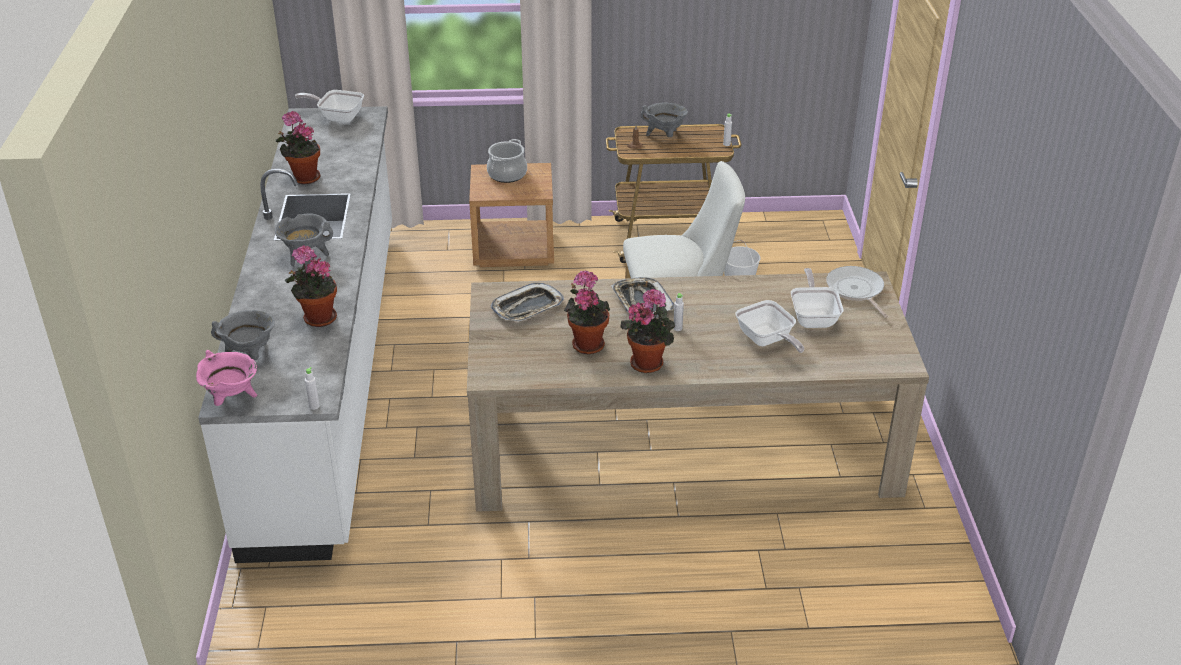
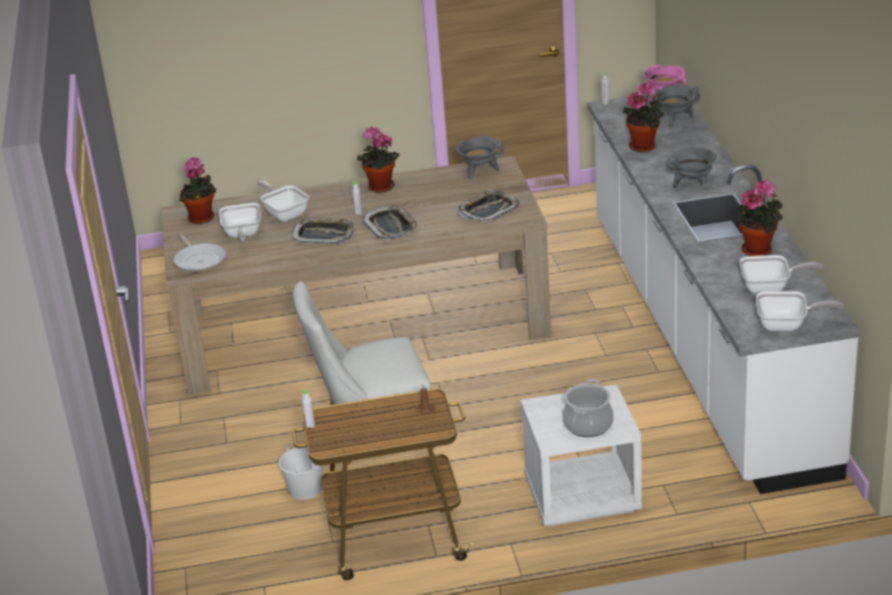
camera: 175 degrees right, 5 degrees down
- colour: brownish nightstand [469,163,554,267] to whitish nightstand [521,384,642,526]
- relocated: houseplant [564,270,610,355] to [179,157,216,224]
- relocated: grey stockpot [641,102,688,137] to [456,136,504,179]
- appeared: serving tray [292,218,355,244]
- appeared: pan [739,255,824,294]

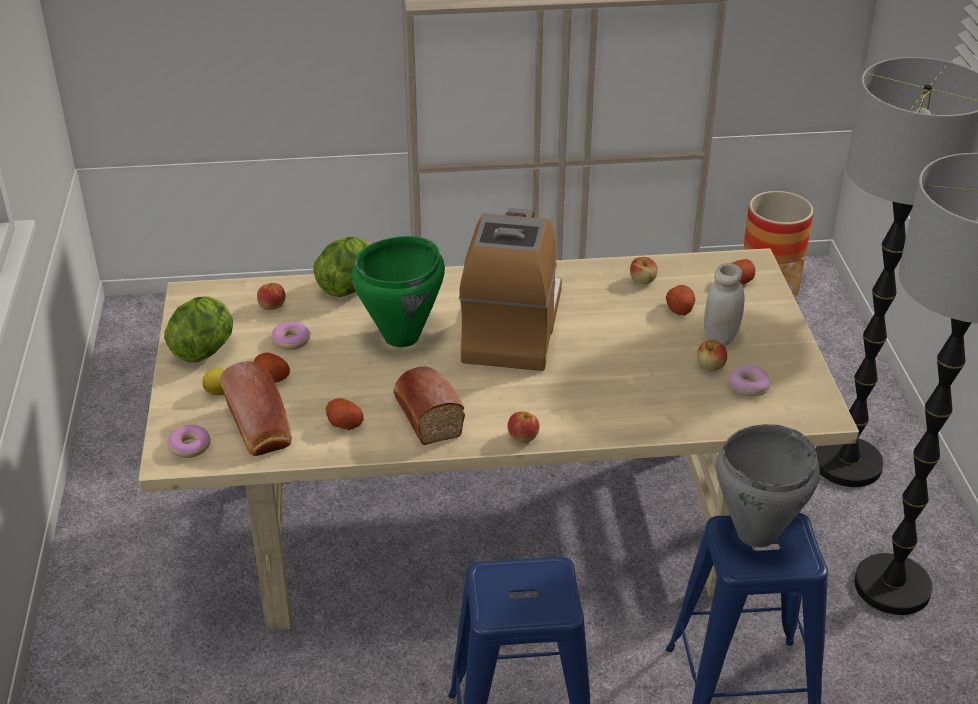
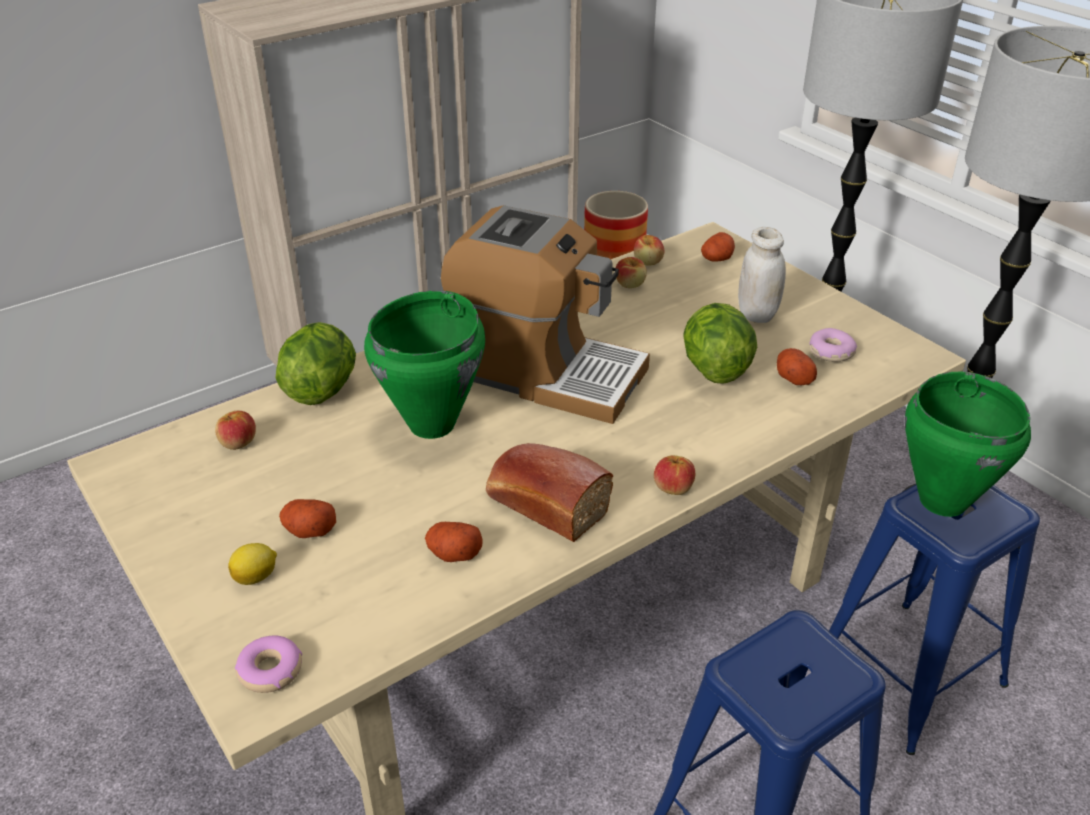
camera: 30 degrees left, 0 degrees up
- relocated: lettuce [164,296,233,362] to [683,303,757,384]
- missing: bakery bread [220,361,292,456]
- missing: doughnut [271,322,310,350]
- spun: coffee brewer [459,208,562,371] = [441,205,650,424] 135 degrees clockwise
- relocated: spud [666,285,695,315] to [777,348,817,386]
- relocated: apple [697,340,727,371] to [634,235,664,266]
- colour: grey stockpot [716,424,820,548] to green-coloured stockpot [905,372,1031,517]

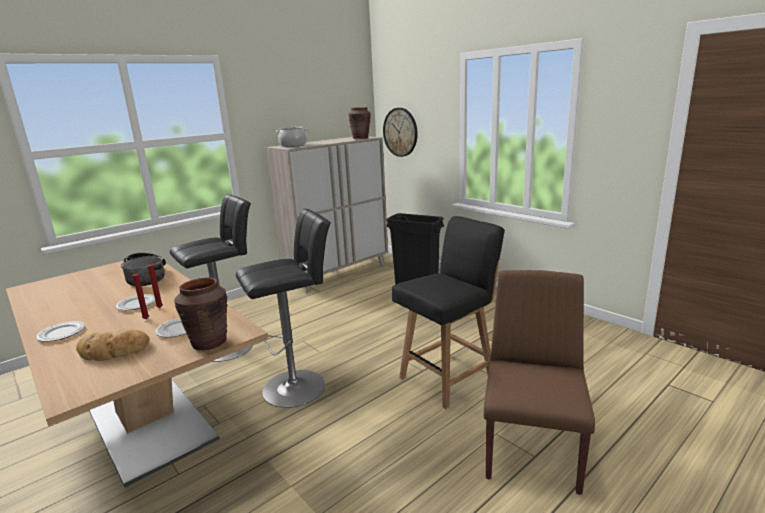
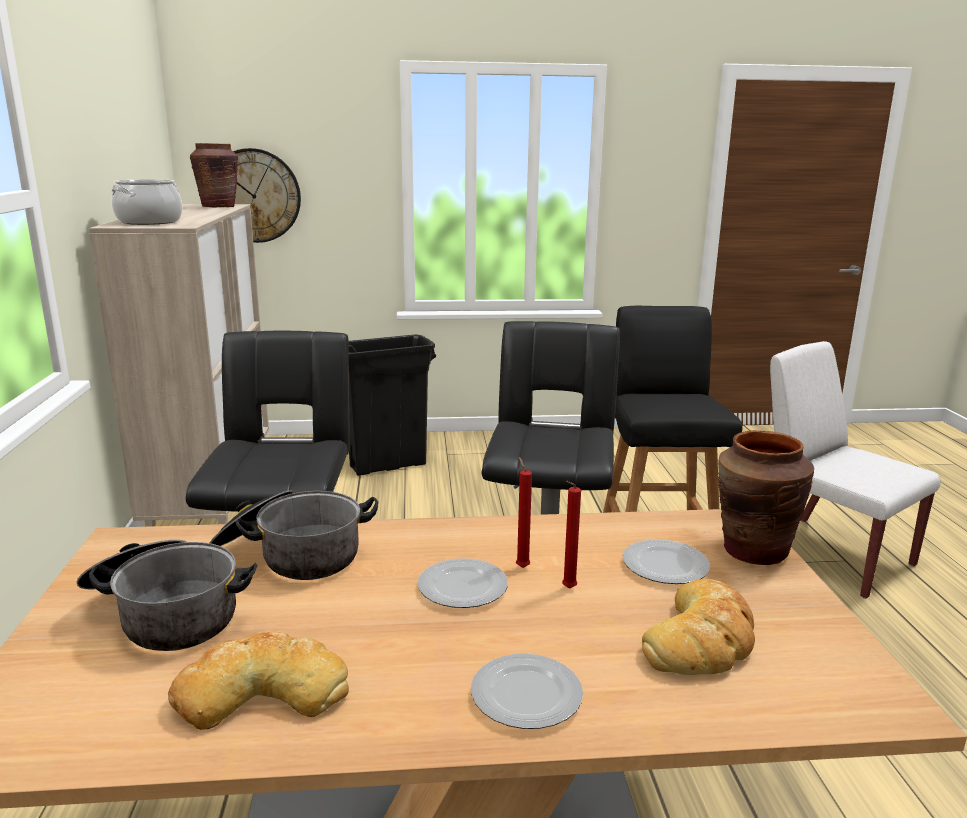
camera: 55 degrees left, 0 degrees up
- colour: brownish plain chair [484,270,595,495] to whitish plain chair [770,341,941,599]
- appeared: stockpot [76,540,258,651]
- appeared: bakery bread [168,632,349,730]

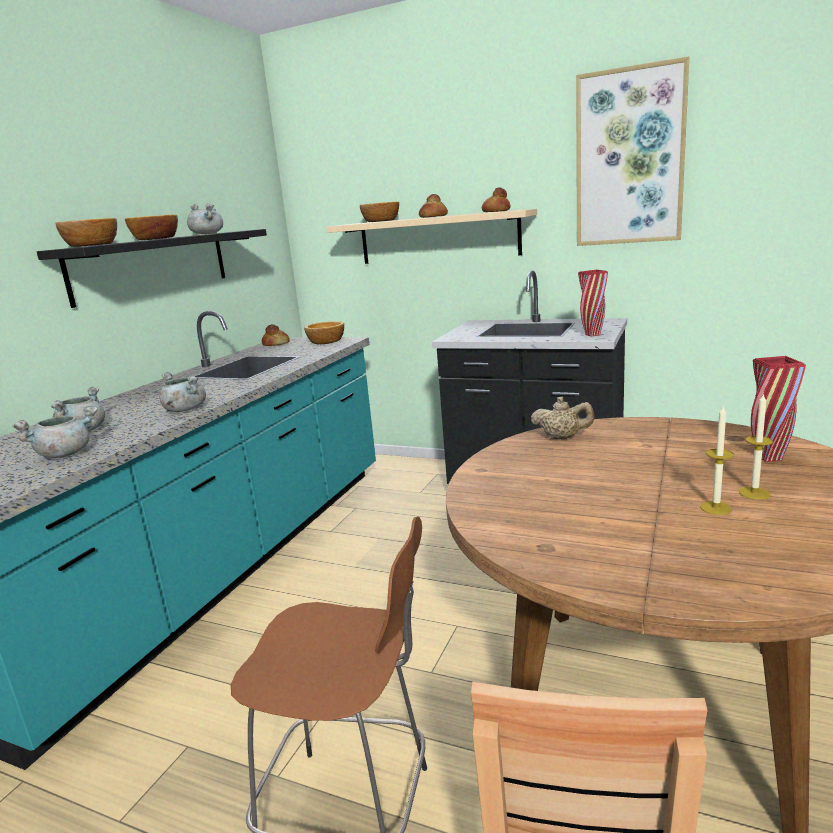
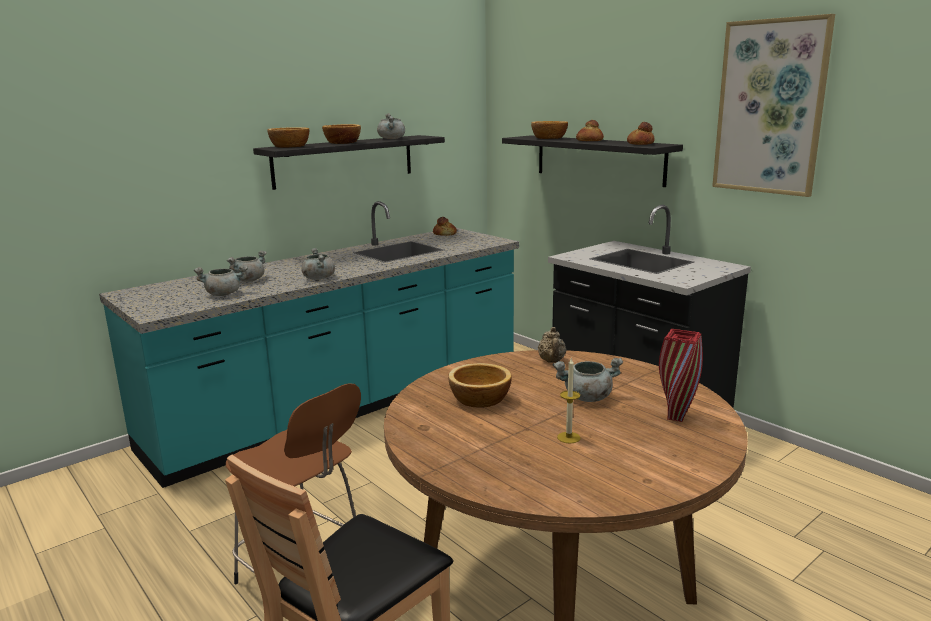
camera: 25 degrees right, 0 degrees up
- relocated: deep dish [304,321,344,344] to [448,363,512,408]
- colour: sand-coloured wall shelf [326,208,537,264] to blackish wall shelf [502,135,683,187]
- spun: sand-coloured tea pot [531,397,594,440] = [538,327,567,363] 45 degrees clockwise
- missing: reddish vase [578,270,608,336]
- missing: wax candle [739,393,773,500]
- appeared: grey stockpot [553,358,623,402]

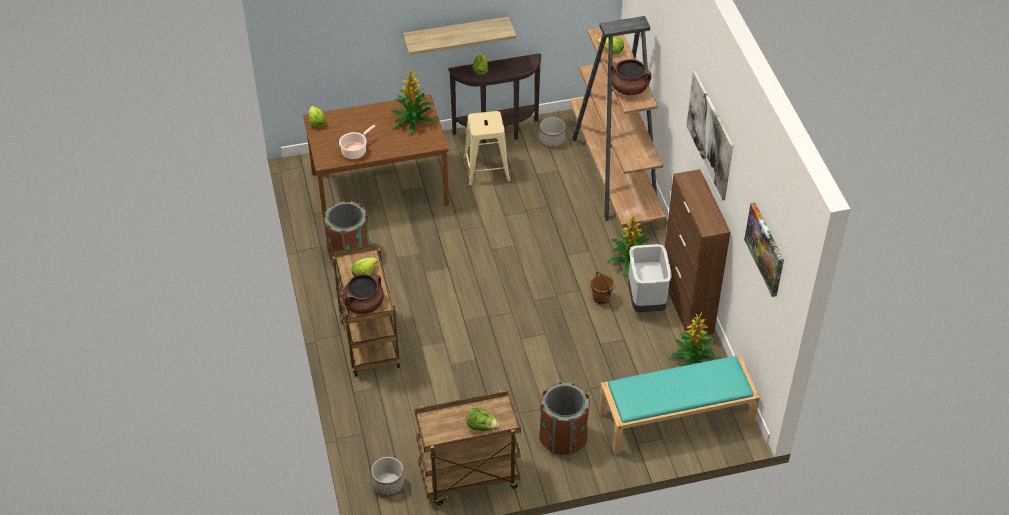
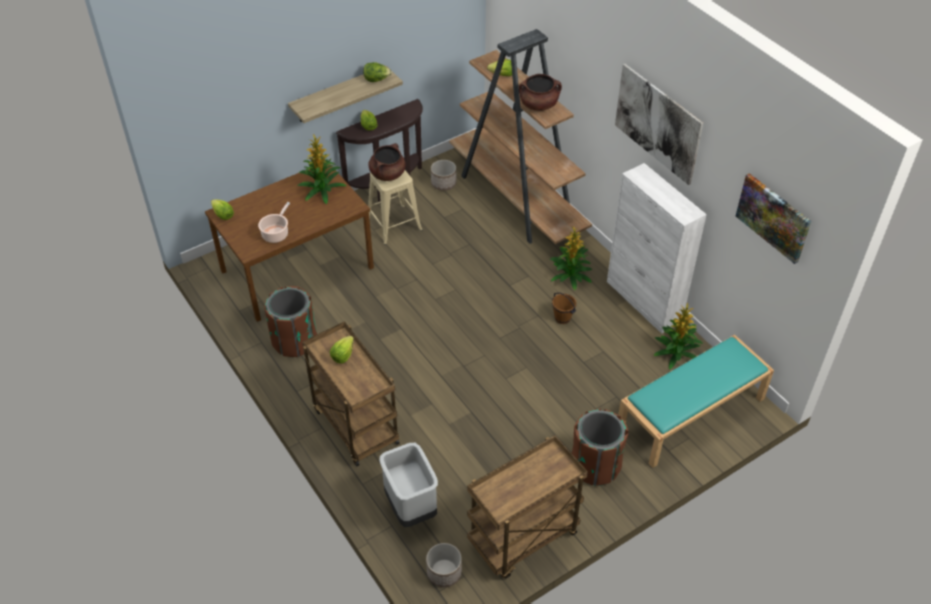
camera: 20 degrees left, 0 degrees up
- relocated: brownish stockpot [342,274,384,314] to [369,143,406,181]
- relocated: lettuce [466,408,499,431] to [363,62,392,82]
- relocated: grey trash can [628,244,672,312] to [380,443,438,527]
- colour: brownish storage cabinet [665,169,731,335] to whitish storage cabinet [607,163,707,334]

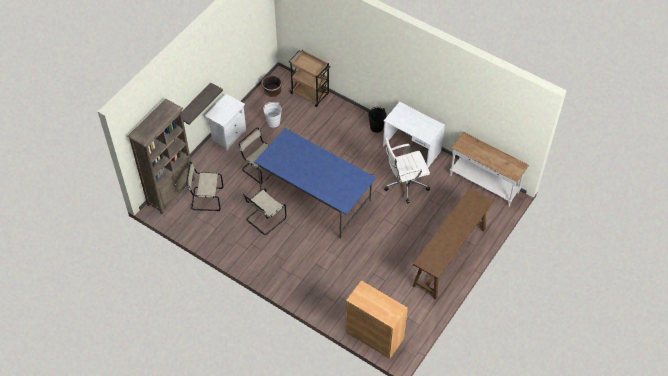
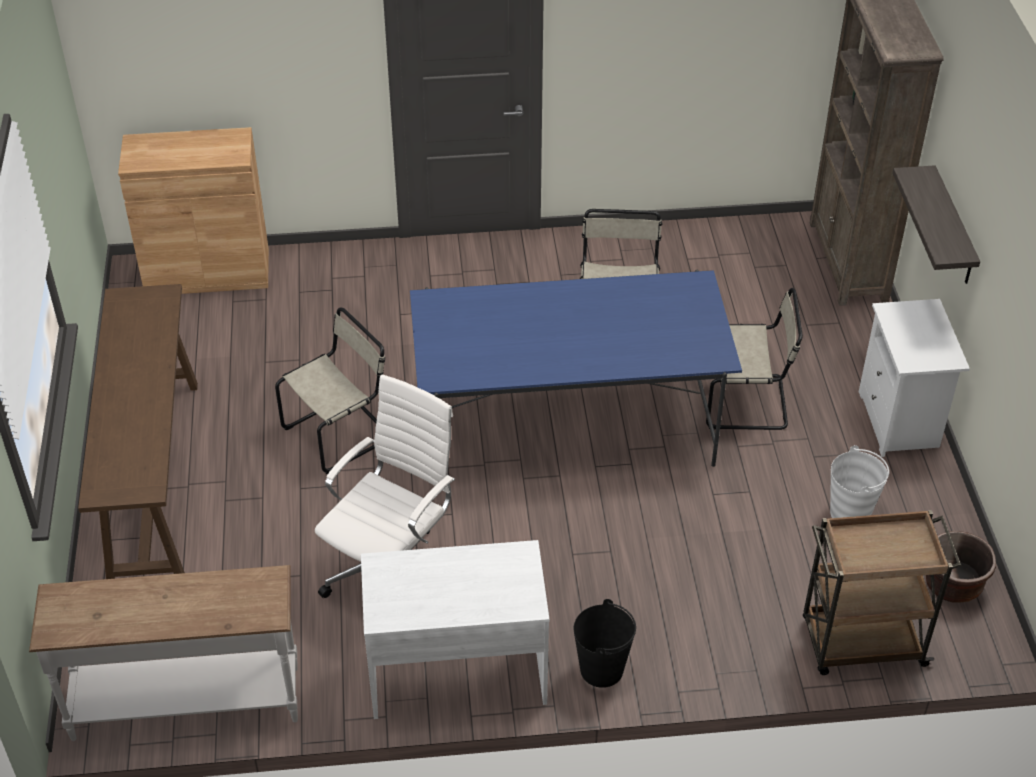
camera: 140 degrees right, 10 degrees down
- relocated: sand-coloured plain chair [186,161,224,211] to [275,307,385,475]

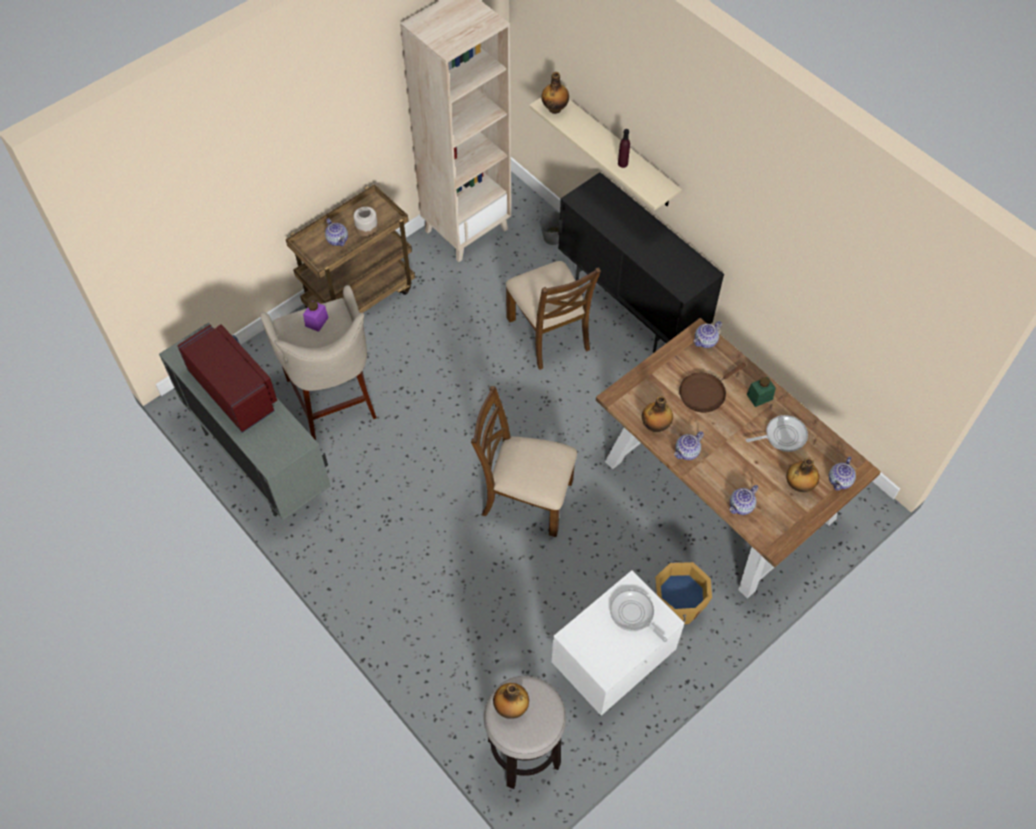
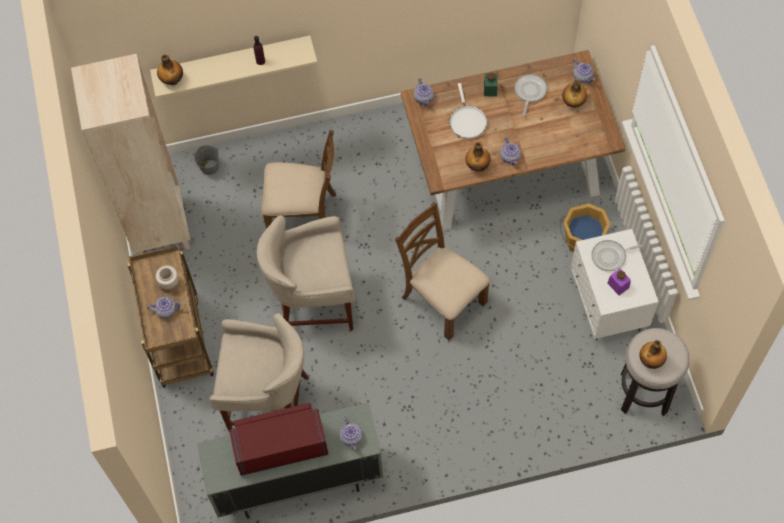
camera: 60 degrees left, 5 degrees up
- relocated: purple storage jar [303,301,329,332] to [607,269,631,295]
- spun: brownish plain chair [471,386,577,537] = [395,202,490,340] 90 degrees clockwise
- missing: blackish storage cabinet [558,172,724,353]
- colour: brownish pan [679,362,746,413] to whitish pan [449,83,487,139]
- relocated: tea pot [729,485,758,515] to [340,417,362,450]
- appeared: sand-coloured stool seat [257,216,355,331]

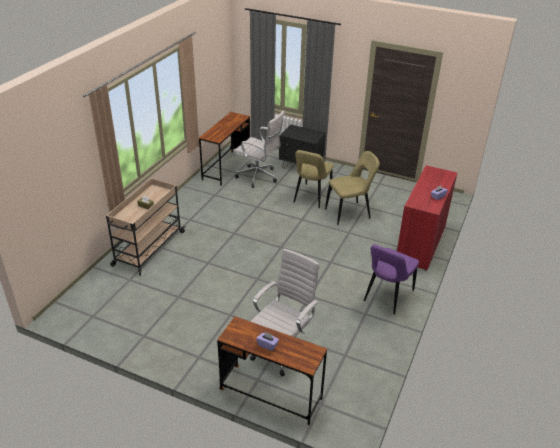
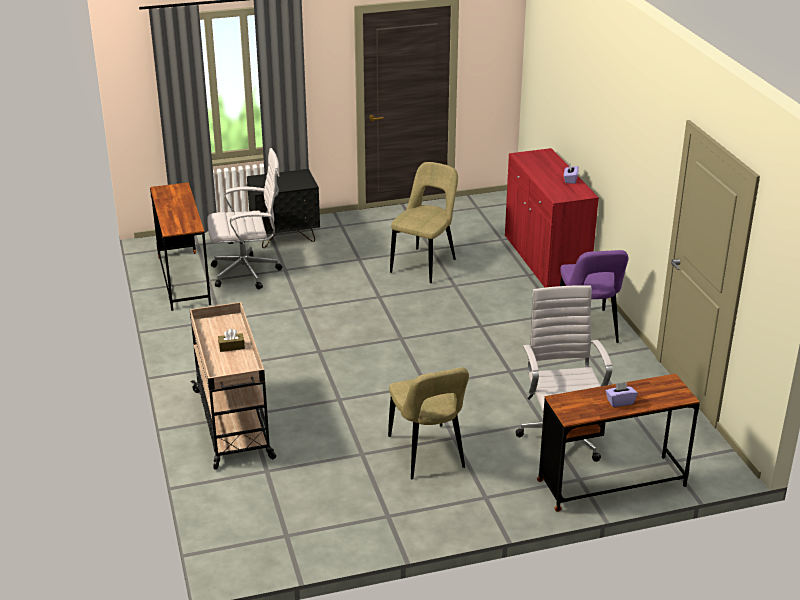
camera: 40 degrees left, 5 degrees down
- relocated: sand-coloured plain chair [294,150,334,208] to [388,367,469,479]

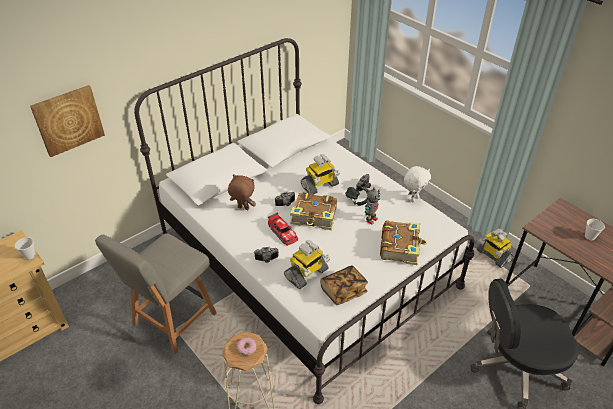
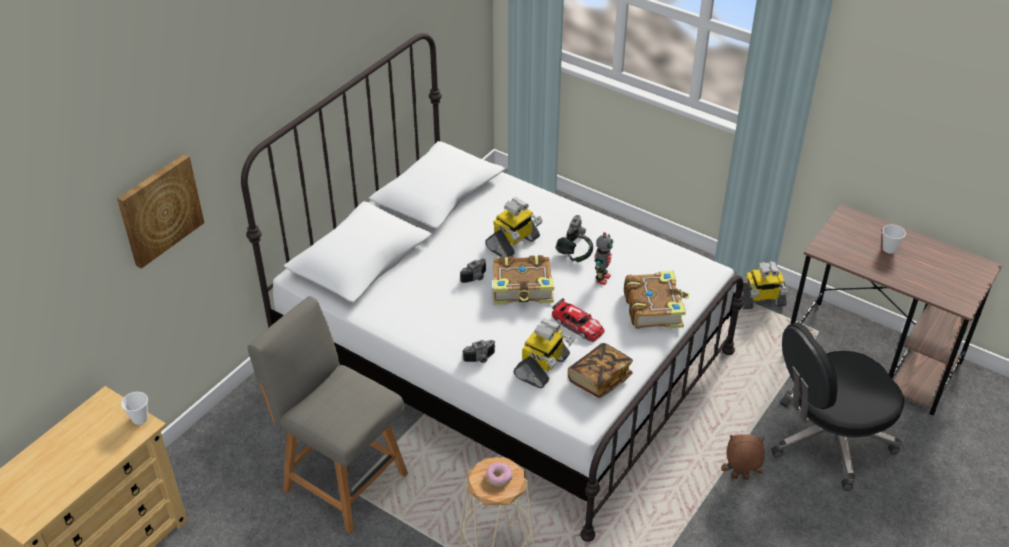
camera: 15 degrees left, 0 degrees up
- spun: grey plain chair [95,233,217,354] = [248,296,408,534] 105 degrees clockwise
- relocated: brownish plush toy [228,174,256,210] to [721,434,765,480]
- relocated: toy car [268,212,298,246] to [552,298,605,342]
- missing: whitish plush toy [404,166,431,202]
- spun: model robot [477,228,514,268] = [742,261,789,309] 45 degrees counterclockwise

